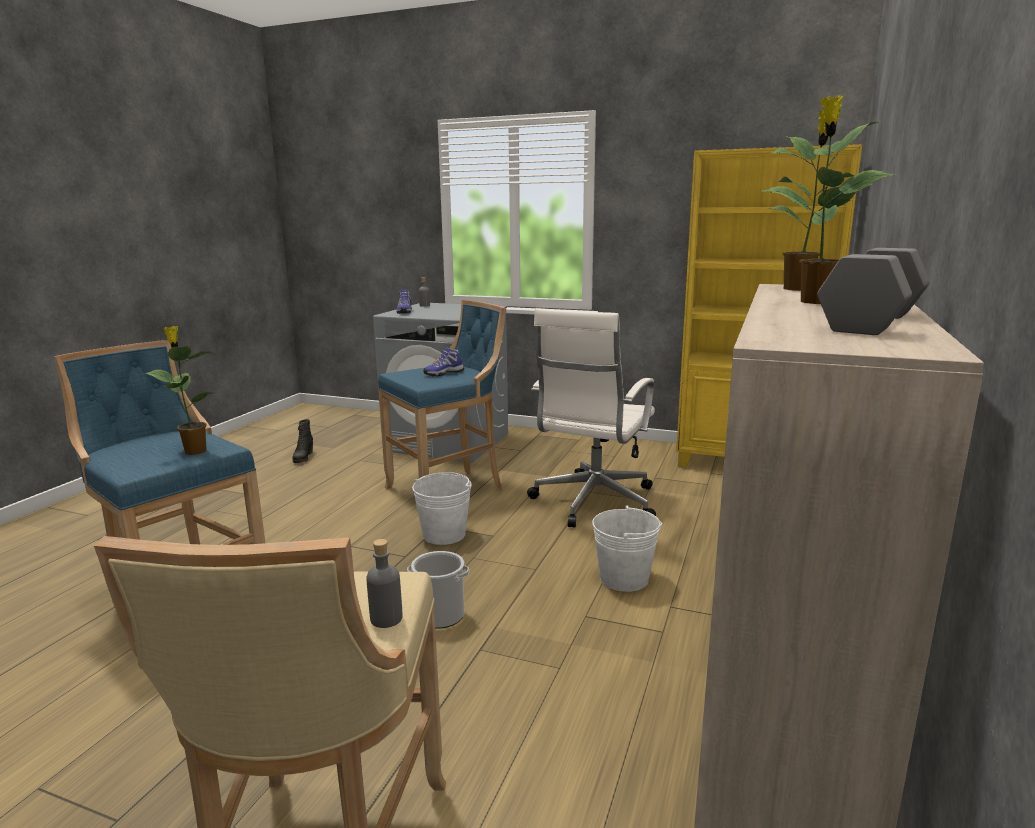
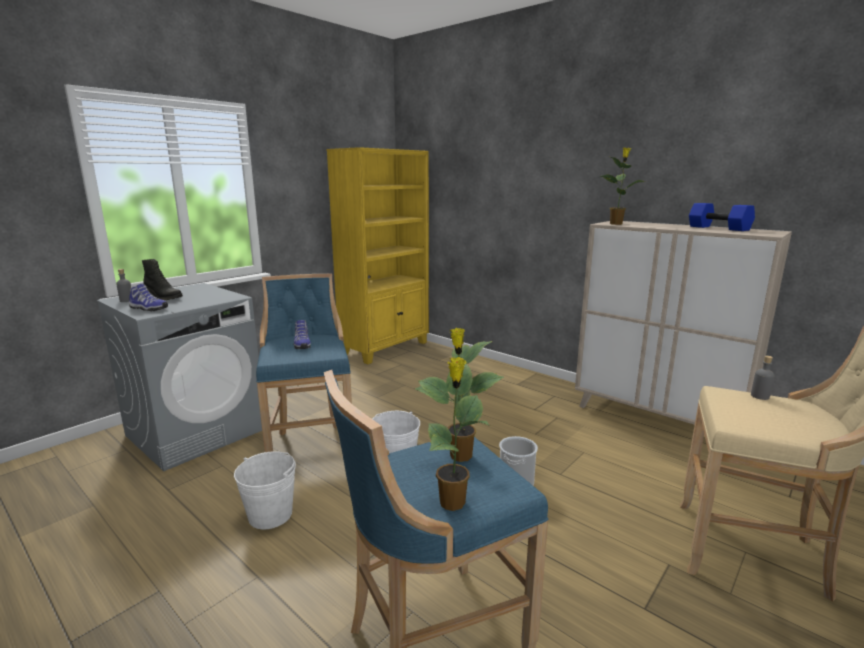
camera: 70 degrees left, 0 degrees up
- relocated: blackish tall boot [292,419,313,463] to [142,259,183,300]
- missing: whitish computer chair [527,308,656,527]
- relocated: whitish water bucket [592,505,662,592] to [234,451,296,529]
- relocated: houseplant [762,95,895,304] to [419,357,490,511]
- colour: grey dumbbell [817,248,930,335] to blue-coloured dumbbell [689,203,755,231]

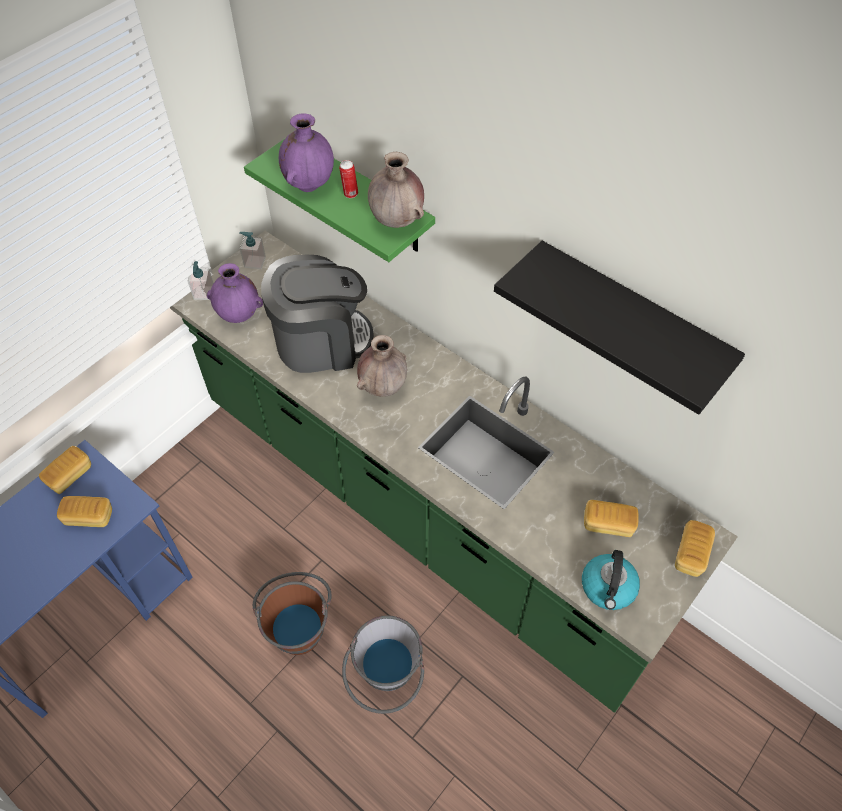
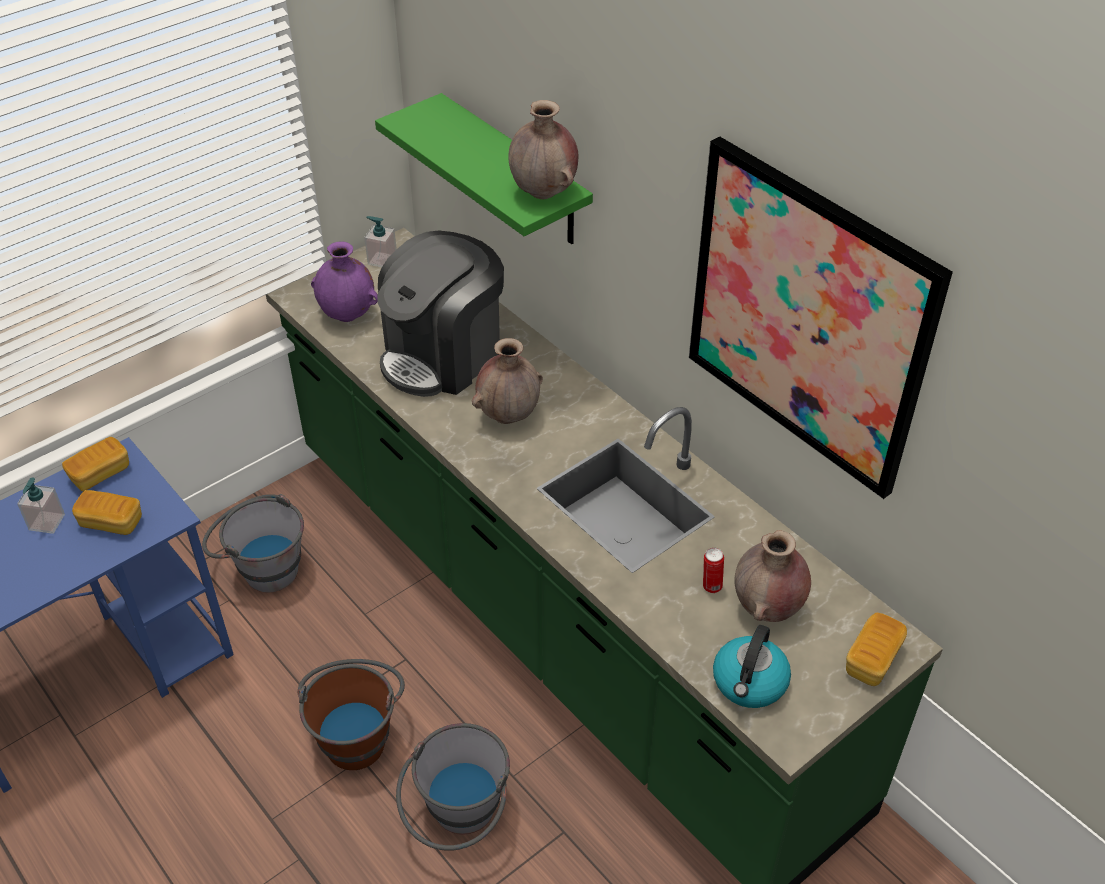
camera: 10 degrees right, 10 degrees down
- relocated: soap dispenser [188,261,214,300] to [17,477,65,534]
- spun: coffee brewer [261,255,374,373] = [378,230,504,397] 135 degrees clockwise
- missing: purple vase [279,113,334,192]
- relocated: sealed can [339,160,358,198] to [703,548,724,593]
- exchanged: blackish wall shelf [494,241,745,415] to wall picture [689,137,953,499]
- exchanged: bakery bread [584,500,639,537] to brownish vase [734,530,811,622]
- appeared: grey water bucket [202,494,304,592]

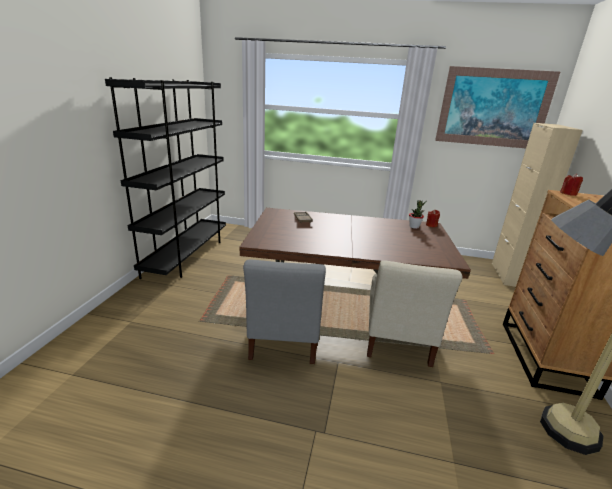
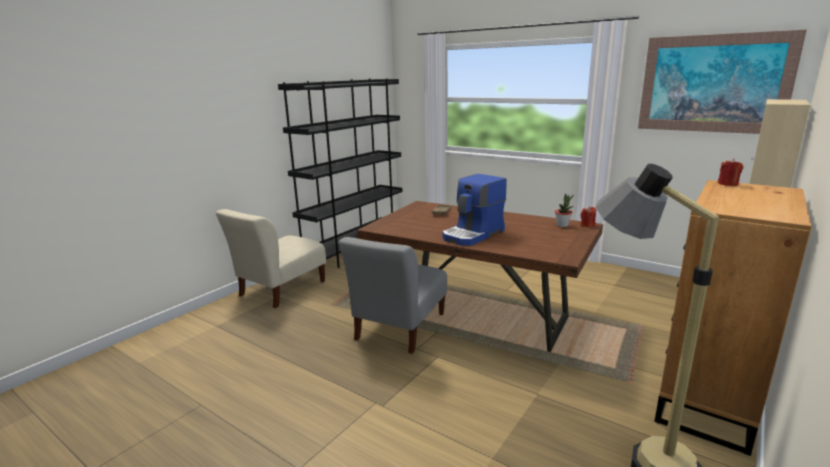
camera: 25 degrees right, 5 degrees down
- relocated: sand-coloured plain chair [367,260,463,367] to [216,209,326,308]
- appeared: coffee brewer [442,174,507,246]

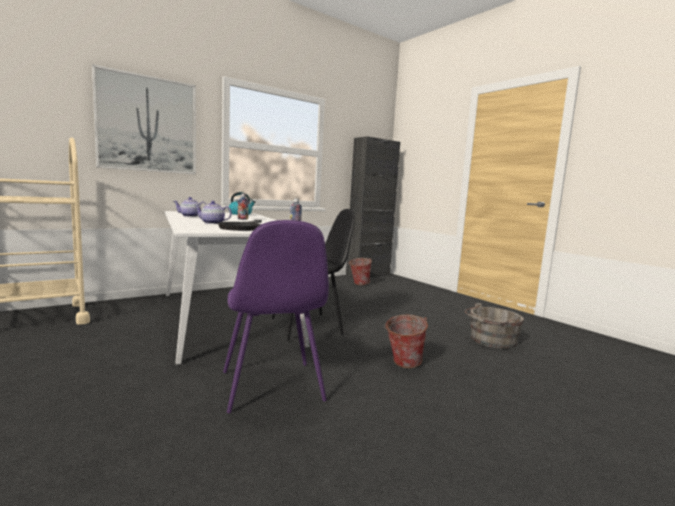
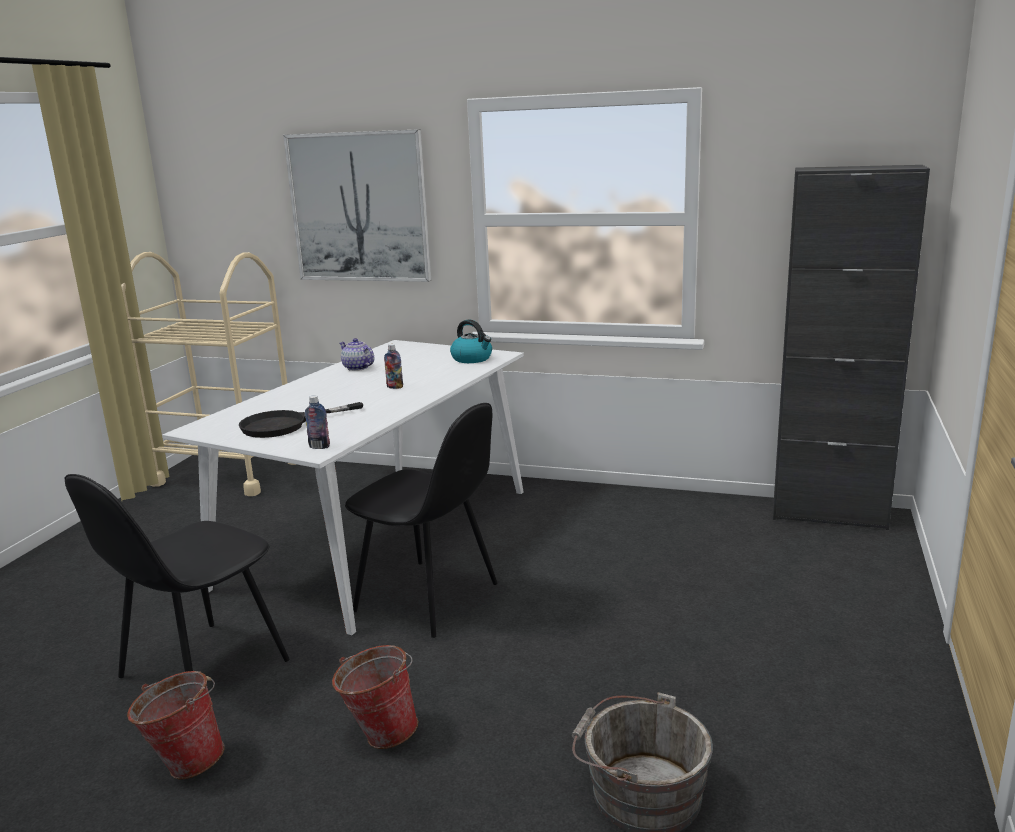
camera: 55 degrees right, 10 degrees up
- missing: tea pot [194,201,232,224]
- colour: purple plain chair [223,220,329,413] to blackish plain chair [65,474,290,678]
- relocated: water bucket [348,258,372,285] to [127,671,225,779]

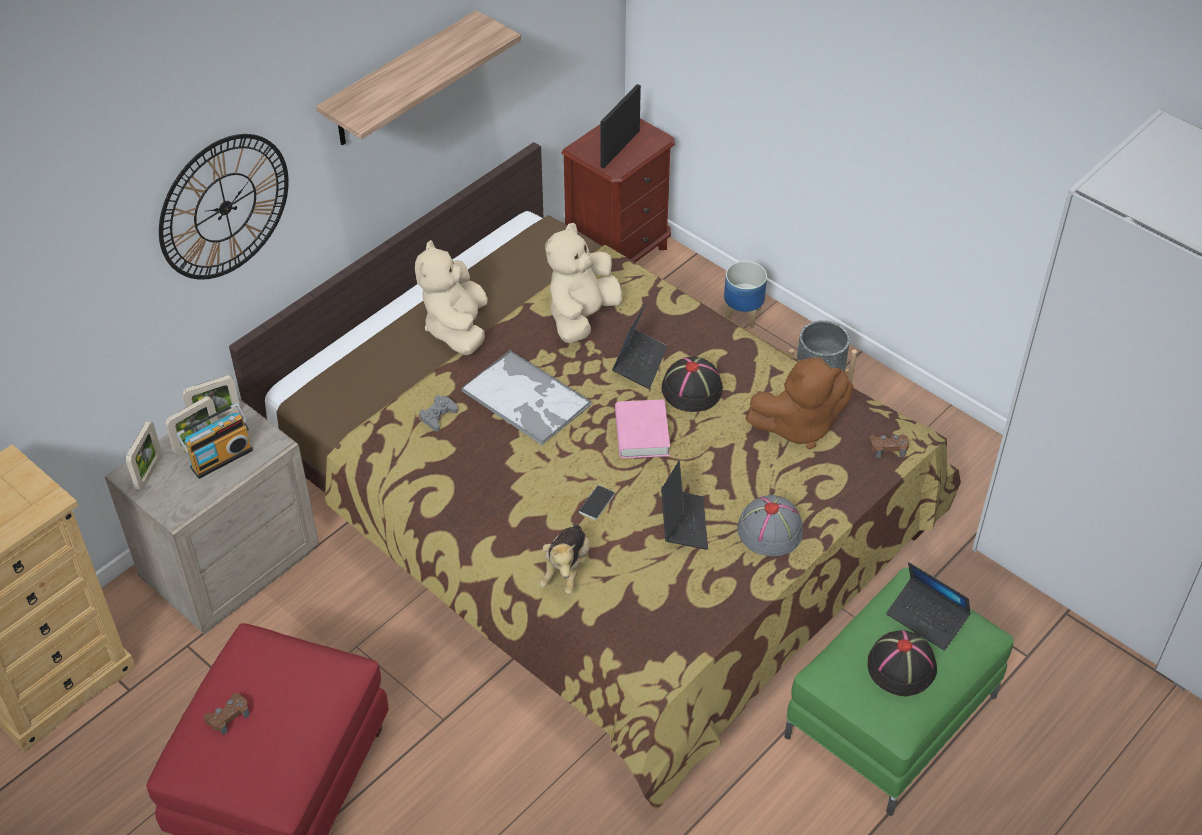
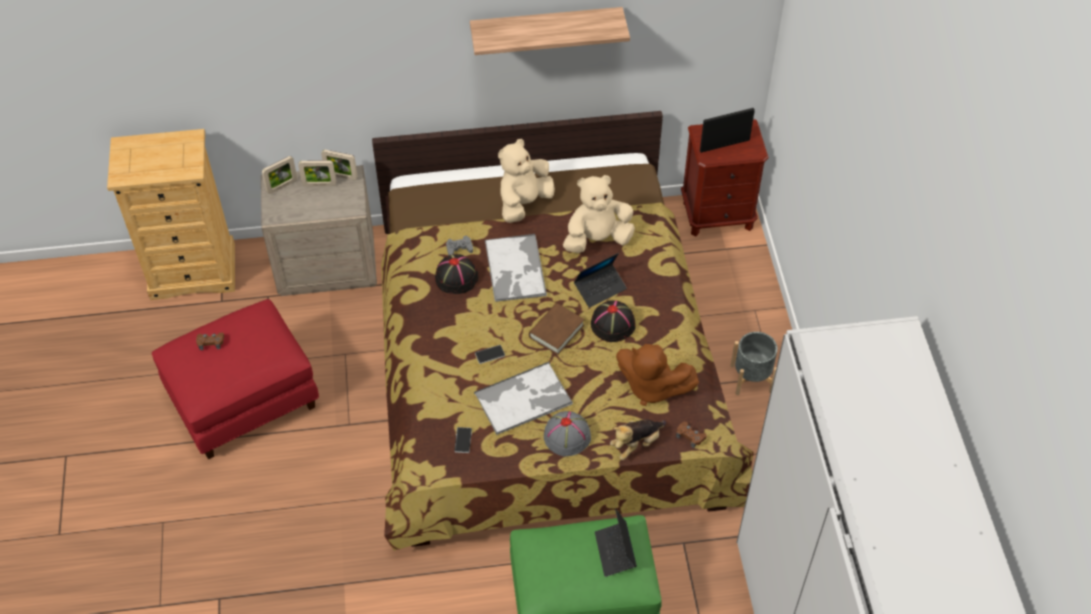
camera: 40 degrees right, 5 degrees up
- missing: hanging clock [159,134,289,280]
- missing: radio [176,403,253,479]
- relocated: plush toy [540,524,590,595] to [610,420,666,460]
- colour: pink-coloured bound book [615,399,670,458] to brownish bound book [529,303,584,355]
- exchanged: notebook computer [661,461,708,550] to serving tray [474,362,573,435]
- missing: flower pot [724,261,767,328]
- relocated: blackish wearable hat [868,630,937,697] to [435,254,479,294]
- appeared: phone [454,427,472,453]

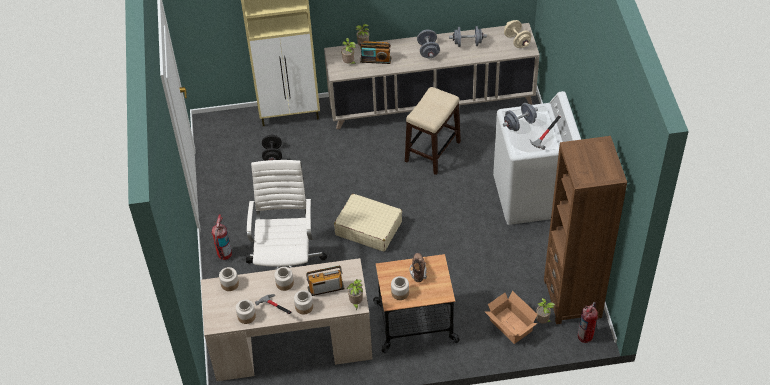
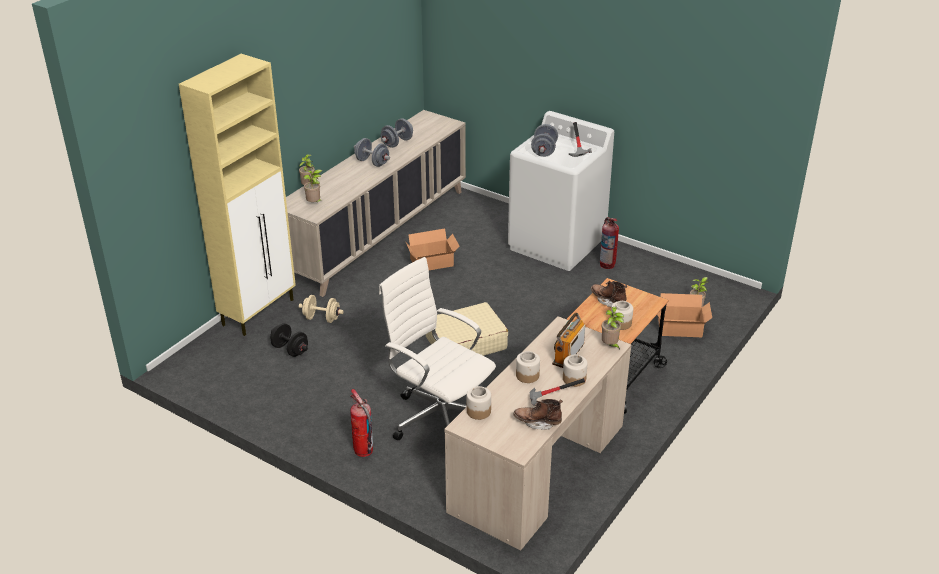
camera: 50 degrees left, 15 degrees down
- exchanged: storage jar [236,299,256,324] to brownish tall boot [514,399,563,430]
- missing: radio [360,41,391,64]
- exchanged: stool seat [405,87,461,175] to cardboard box [405,229,459,270]
- relocated: sand-coloured dumbbell [504,20,531,48] to [299,295,344,323]
- missing: brownish bookcase [544,136,627,324]
- relocated: fire-fighting cylinder [578,302,598,343] to [600,217,619,269]

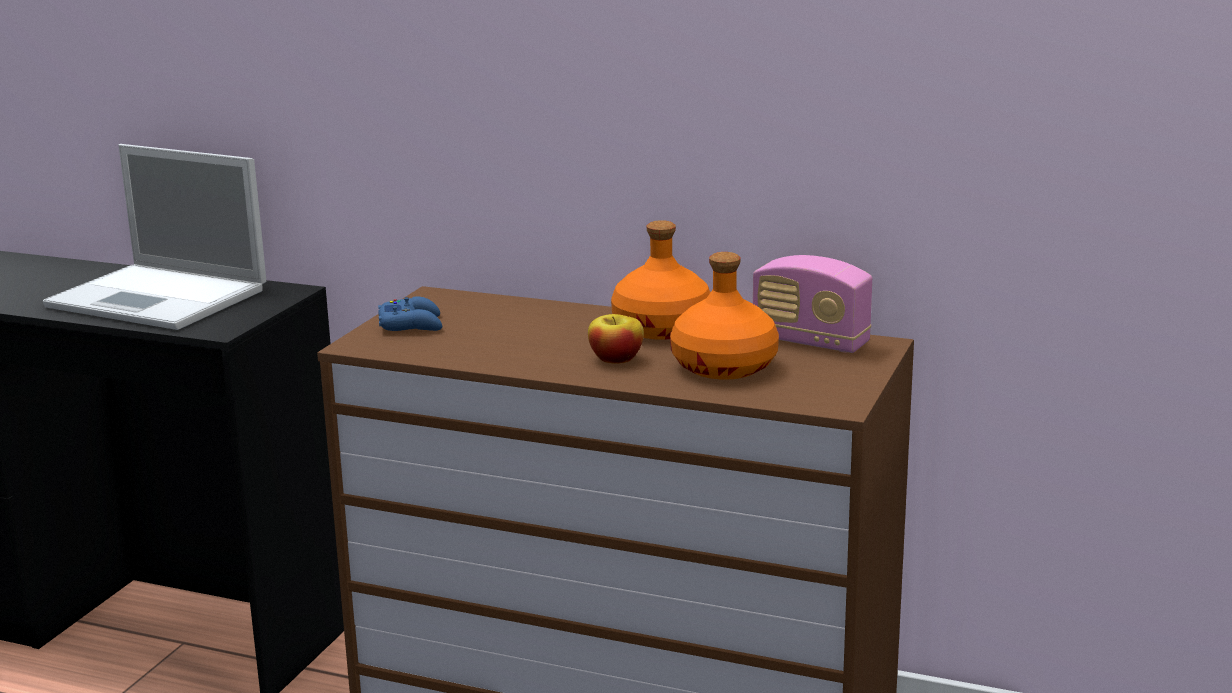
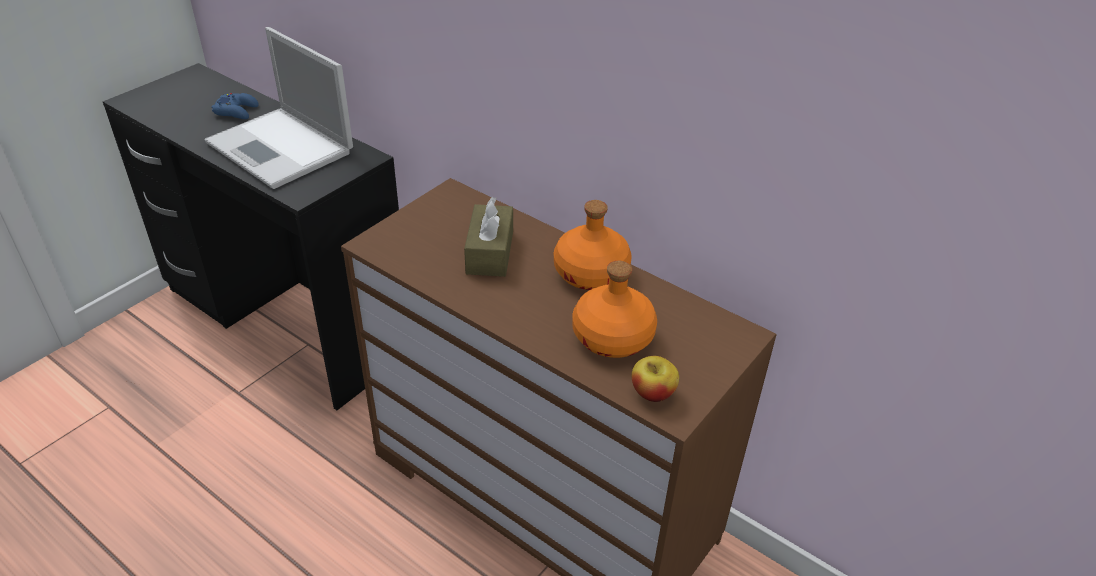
camera: 15 degrees right, 20 degrees up
- relocated: blue-coloured game controller [378,297,442,331] to [211,93,259,119]
- relocated: apple [588,314,644,364] to [632,356,679,402]
- missing: radio [753,255,872,353]
- appeared: brownish tissue holder [464,197,513,277]

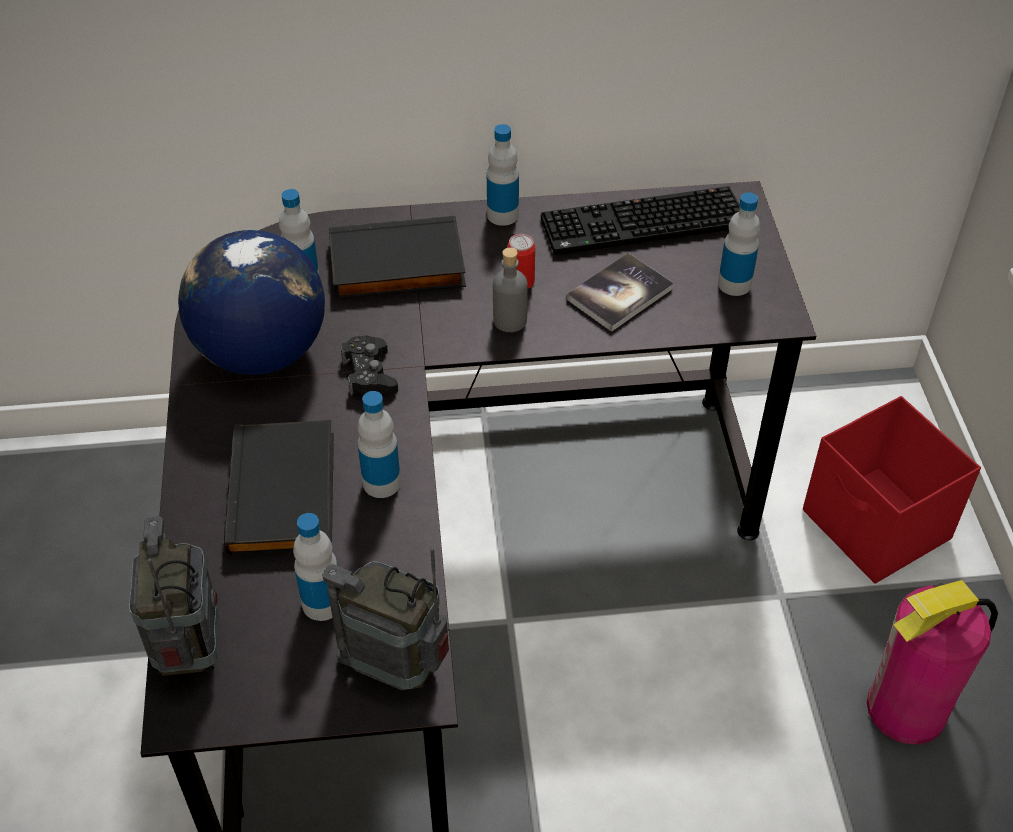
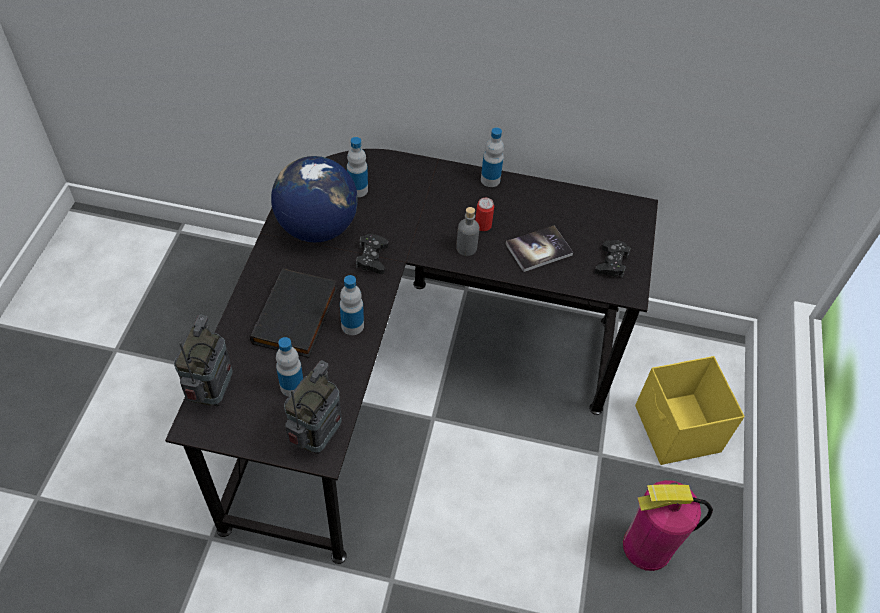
camera: 15 degrees right, 5 degrees up
- spun: radio [322,548,449,690] = [284,360,342,454] 75 degrees clockwise
- missing: blackish bound book [329,216,466,300]
- missing: PC keyboard [541,186,740,255]
- exchanged: drink bottle [718,192,760,296] to blackish game controller [594,240,631,278]
- colour: reddish storage bin [803,396,981,584] to yellow-coloured storage bin [635,356,745,465]

